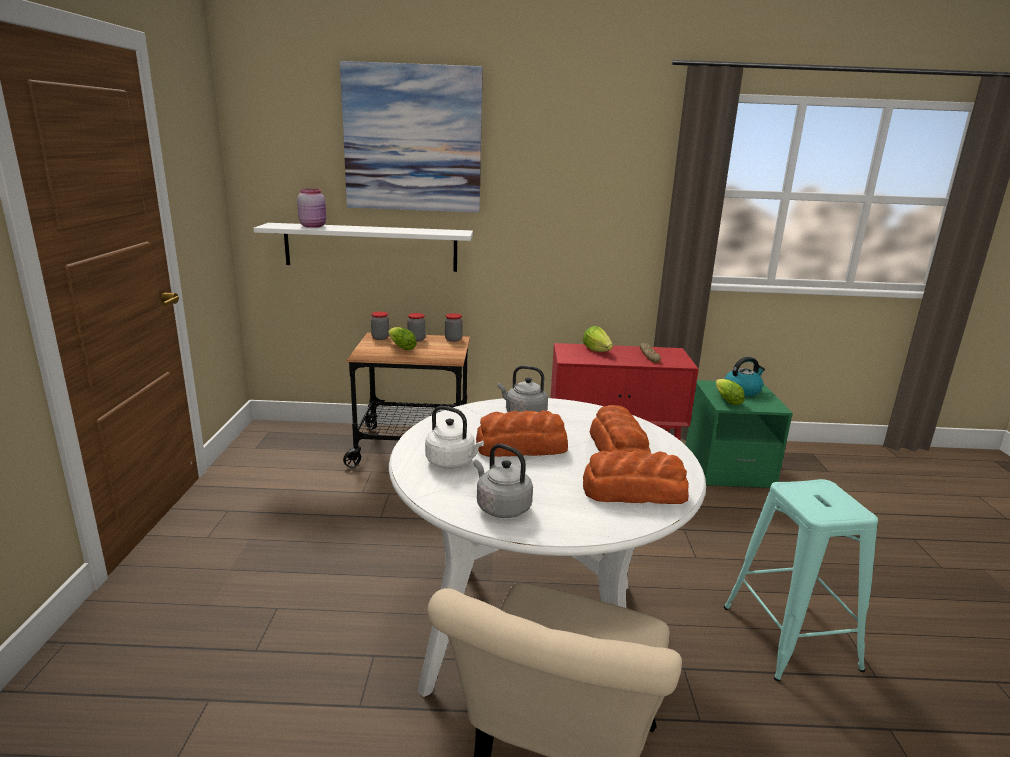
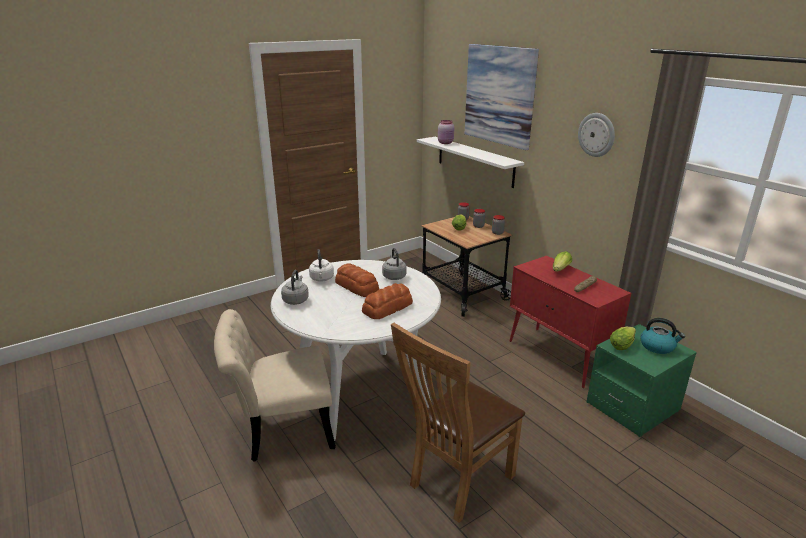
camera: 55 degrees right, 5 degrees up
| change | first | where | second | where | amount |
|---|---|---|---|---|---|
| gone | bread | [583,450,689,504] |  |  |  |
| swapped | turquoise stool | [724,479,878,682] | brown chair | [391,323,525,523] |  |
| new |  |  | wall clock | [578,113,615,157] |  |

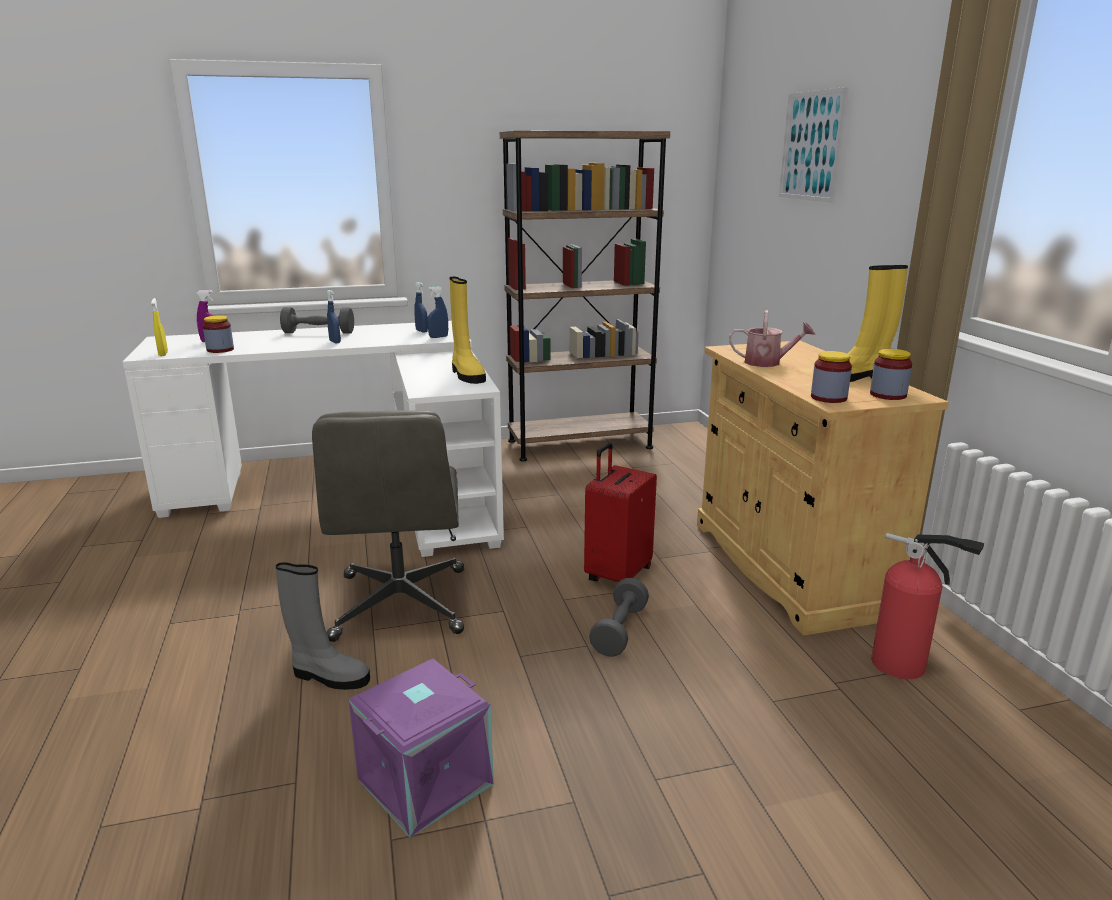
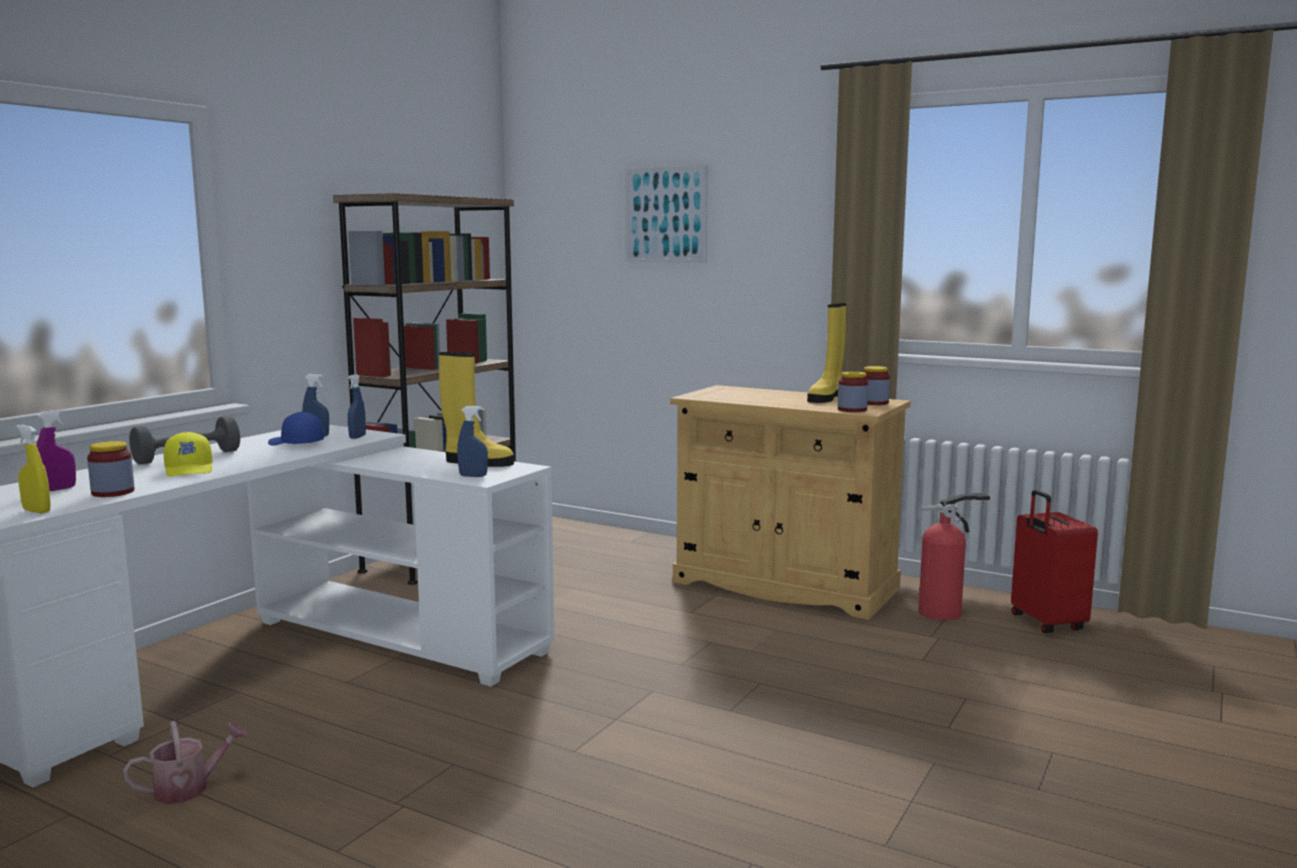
camera: 45 degrees left, 10 degrees down
| change | first | where | second | where | amount |
|---|---|---|---|---|---|
| shifted | blue spray bottle | [327,290,341,343] |  | [457,406,488,477] |  |
| shifted | watering can | [729,310,815,367] |  | [123,721,248,804] |  |
| gone | grey office chair | [312,410,464,642] |  |  |  |
| shifted | red suitcase | [584,443,657,582] |  | [1011,490,1098,633] |  |
| gone | grey boot | [276,562,370,690] |  |  |  |
| gone | grey dumbbell | [589,578,649,656] |  |  |  |
| gone | purple storage box | [349,658,494,838] |  |  |  |
| new |  |  | blue cap | [268,412,324,446] |  |
| new |  |  | yellow cap | [163,432,212,477] |  |

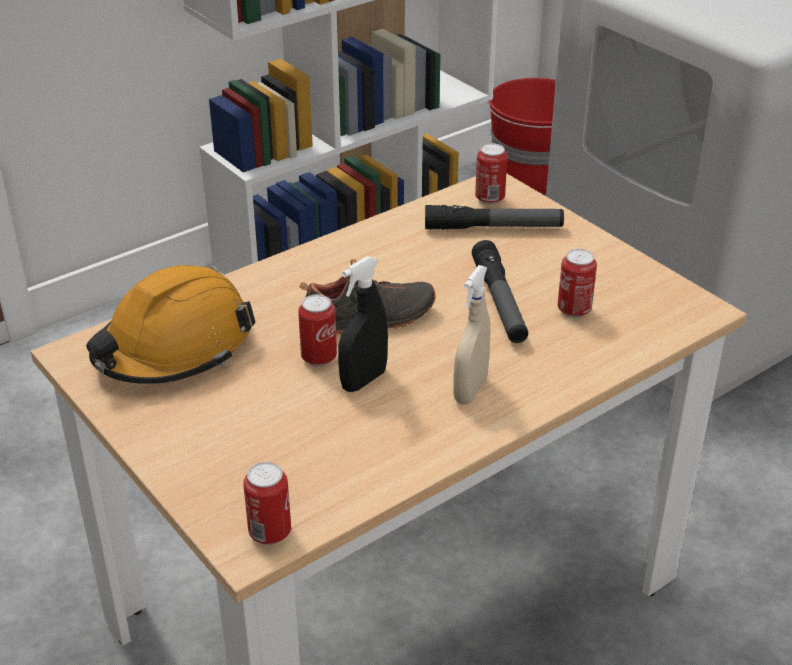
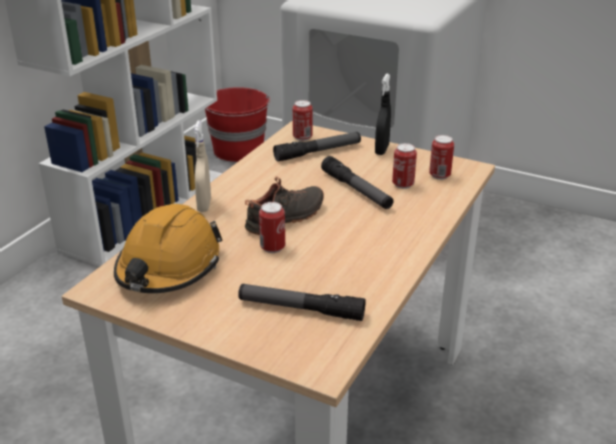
camera: 25 degrees left, 5 degrees down
| change | first | where | second | where | amount |
|---|---|---|---|---|---|
| shifted | black spray bottle | [338,256,388,392] |  | [375,74,391,155] |  |
| shifted | beige spray bottle | [453,265,491,404] |  | [194,121,211,212] |  |
| shifted | can | [243,462,291,545] |  | [429,135,454,180] |  |
| new |  |  | flashlight | [238,284,366,321] |  |

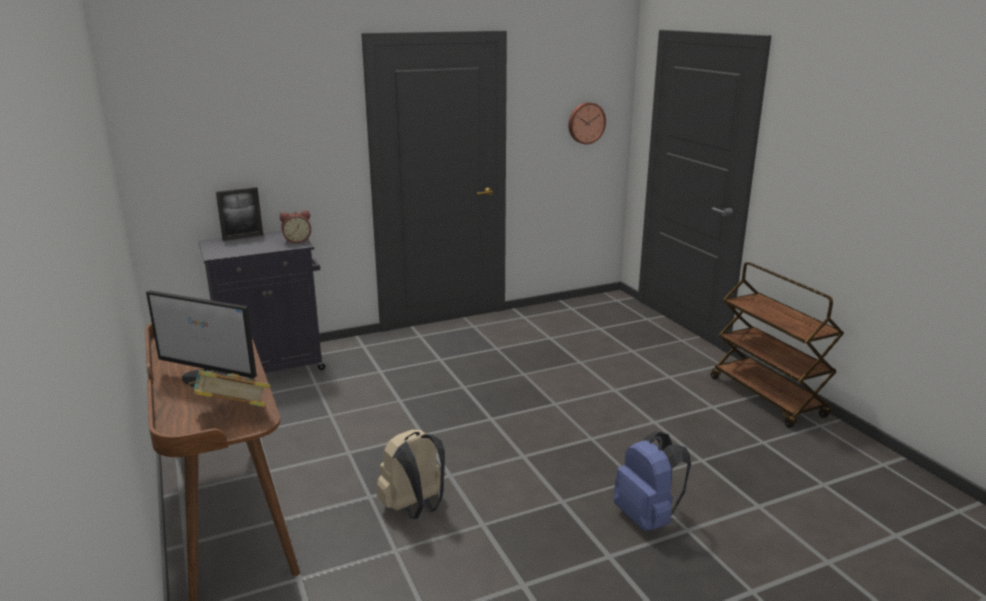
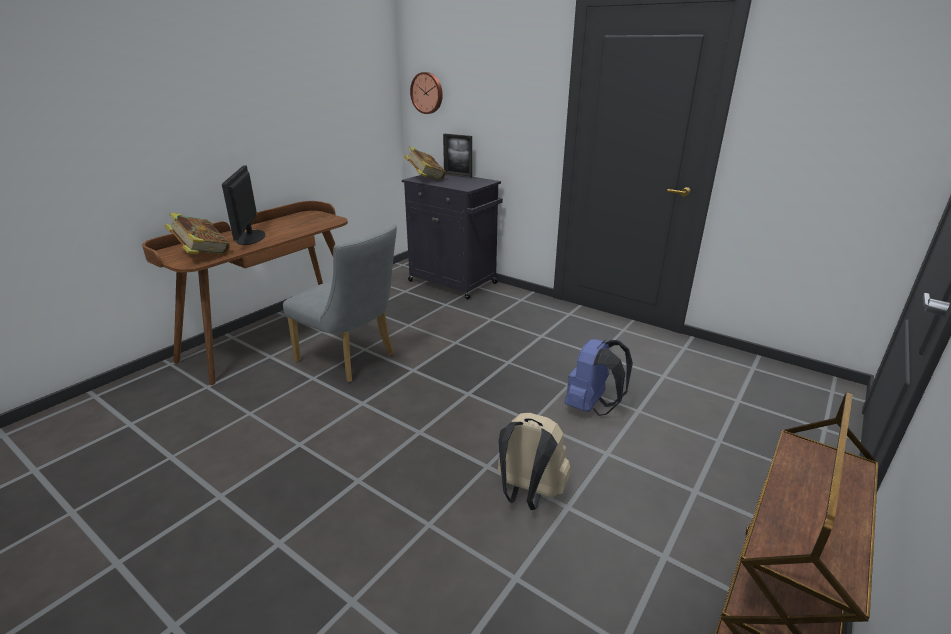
camera: 60 degrees right, 5 degrees up
| change | first | where | second | where | amount |
|---|---|---|---|---|---|
| shifted | wall clock | [568,102,606,144] |  | [410,72,443,114] |  |
| gone | alarm clock | [280,211,311,243] |  |  |  |
| shifted | beige backpack | [377,429,445,519] |  | [498,413,570,510] |  |
| shifted | blue backpack | [614,431,691,531] |  | [565,339,633,416] |  |
| new |  |  | book | [404,146,446,180] |  |
| new |  |  | grey chair | [283,223,397,382] |  |

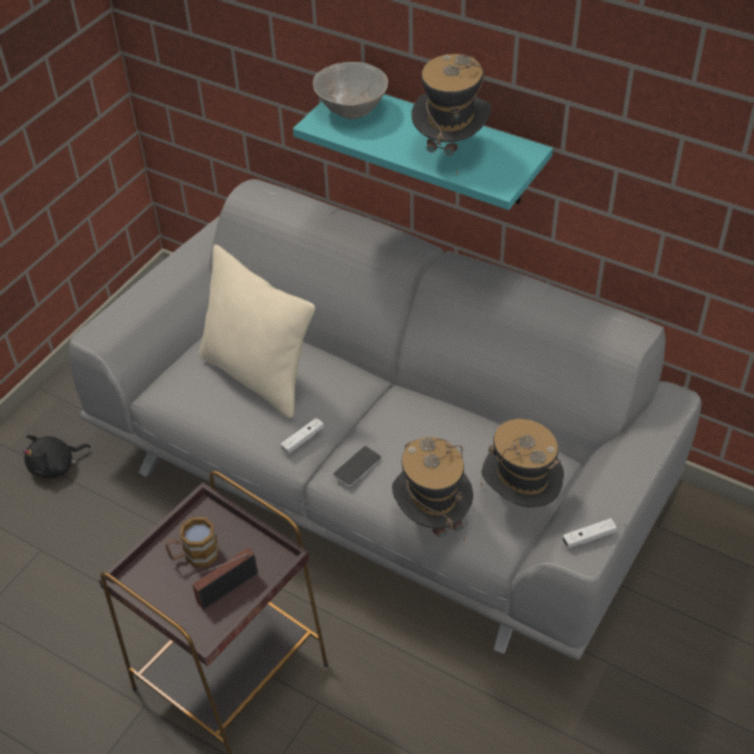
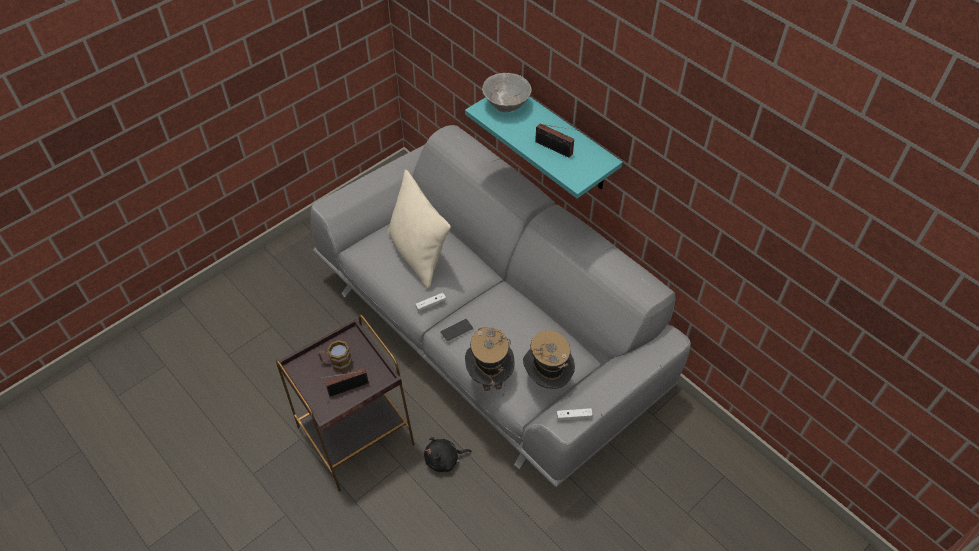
camera: 15 degrees right, 5 degrees up
| change | first | where | second | where | amount |
|---|---|---|---|---|---|
| swapped | hat | [411,54,491,177] | radio | [535,123,579,158] |  |
| shifted | black plush toy | [22,435,91,478] |  | [424,437,471,472] |  |

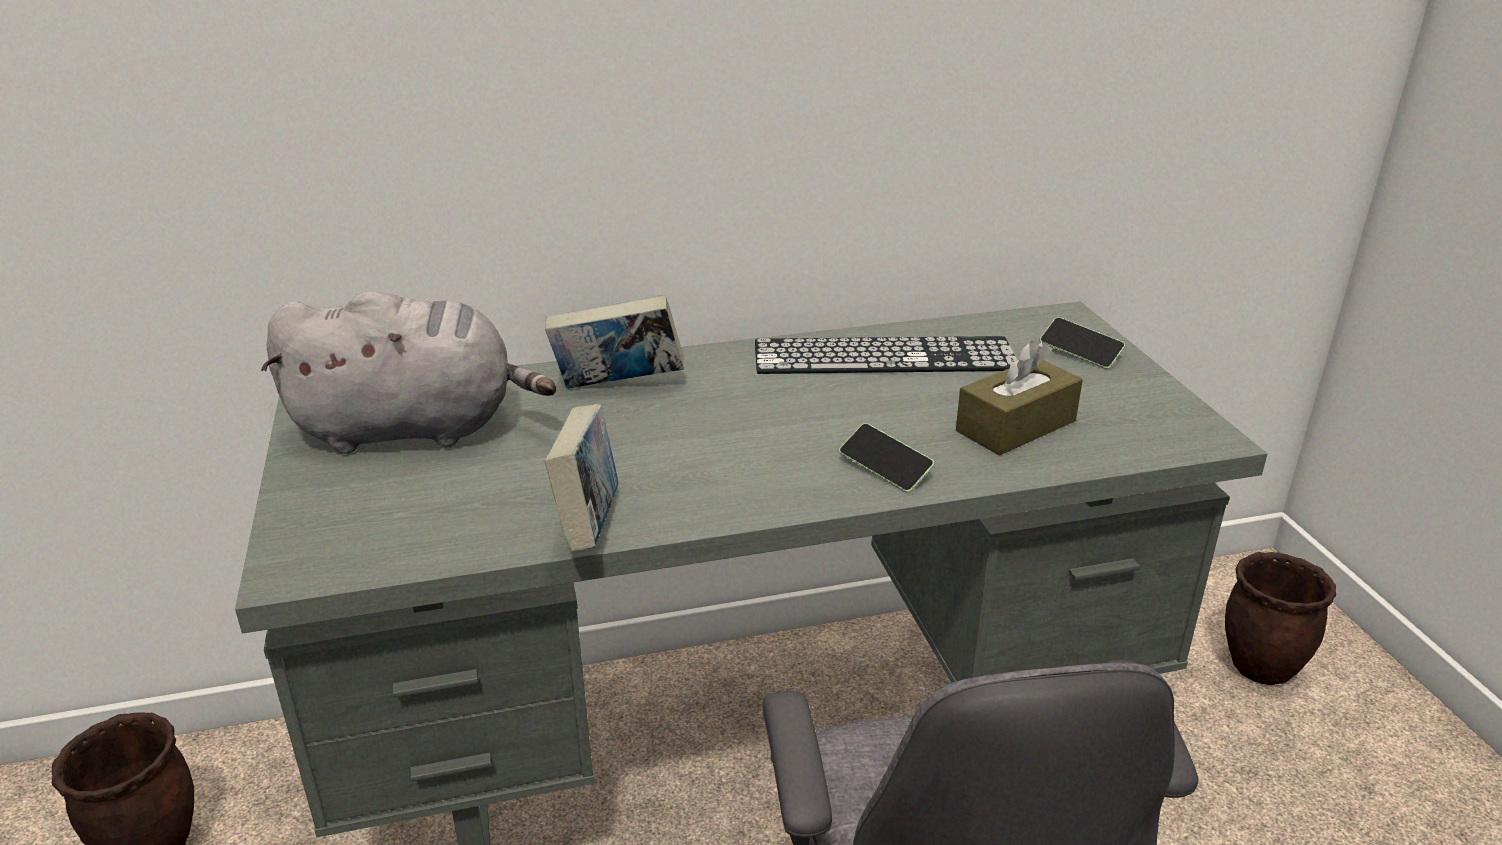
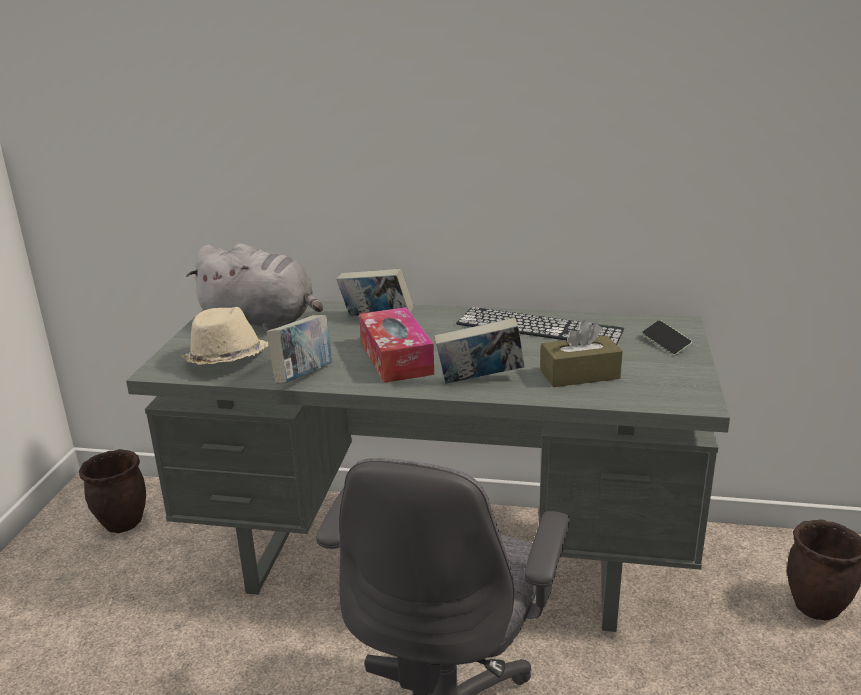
camera: 25 degrees right, 5 degrees down
| change | first | where | second | where | amount |
|---|---|---|---|---|---|
| swapped | phone | [839,423,934,493] | book | [434,317,525,384] |  |
| new |  |  | beige hat | [181,307,269,365] |  |
| new |  |  | tissue box | [359,307,434,383] |  |

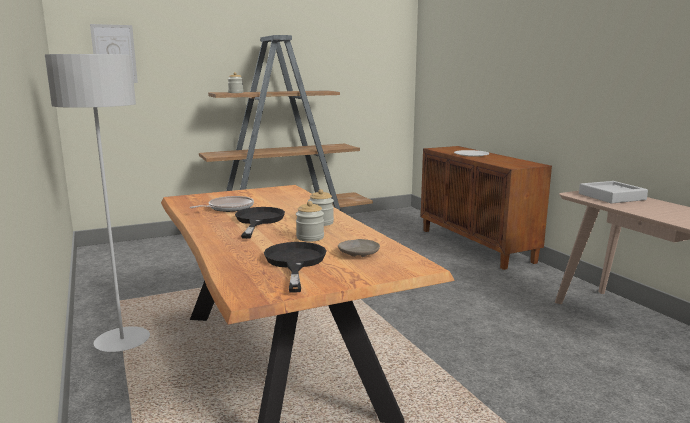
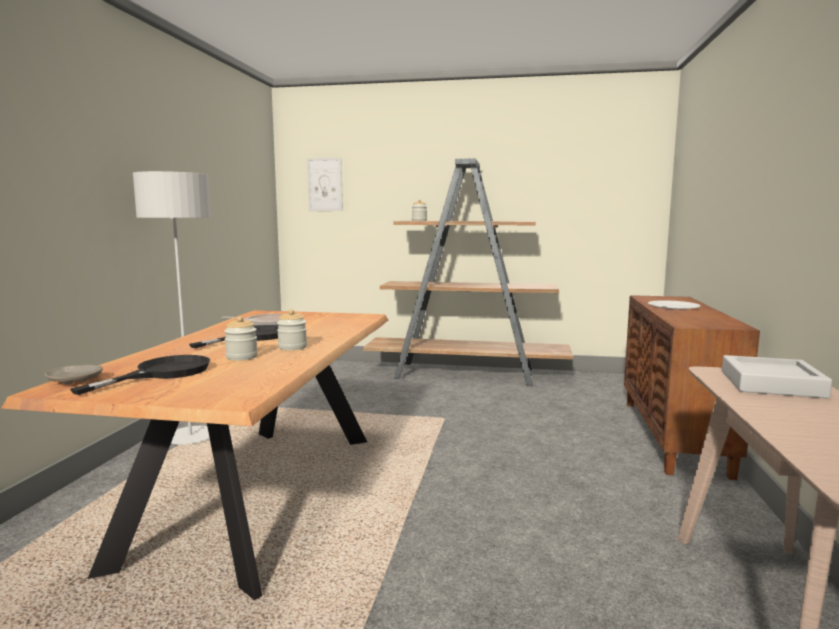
camera: 35 degrees right, 5 degrees down
| change | first | where | second | where | amount |
|---|---|---|---|---|---|
| shifted | beige plate | [338,239,380,257] |  | [45,365,103,384] |  |

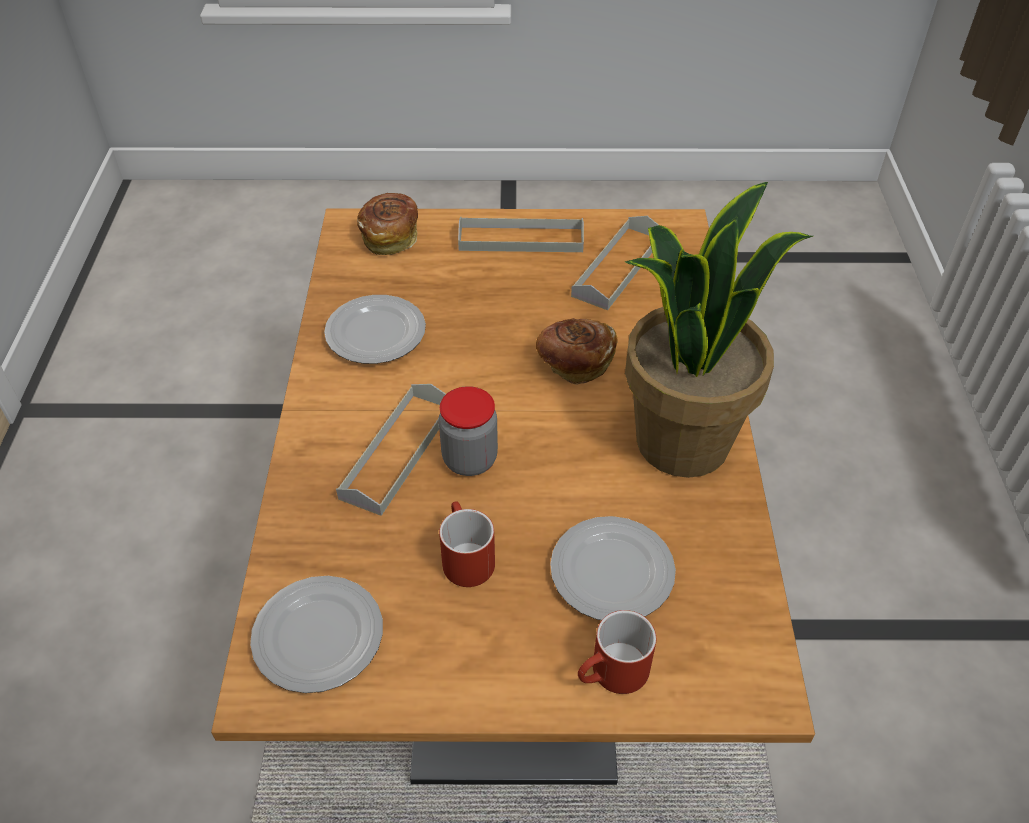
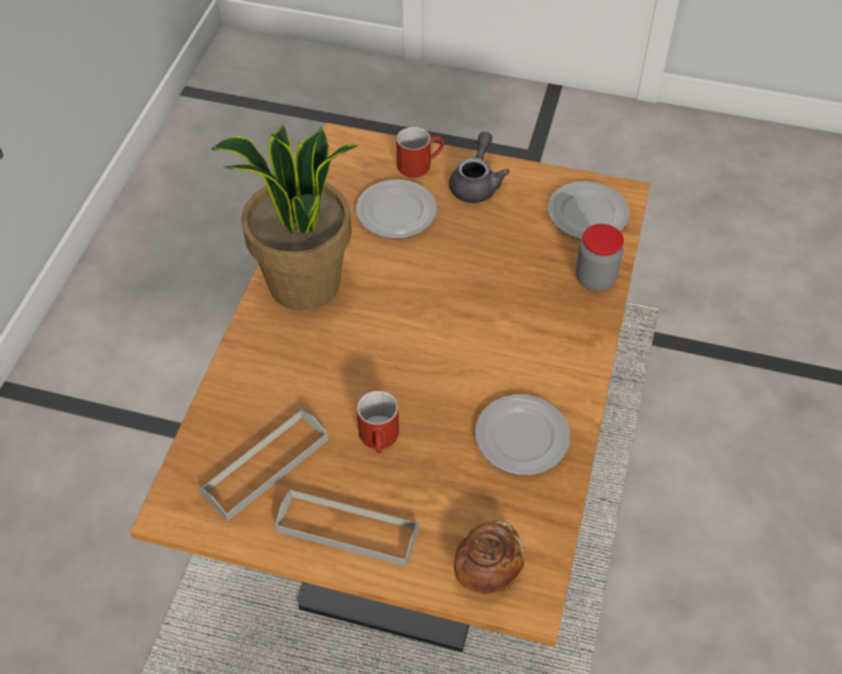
camera: 165 degrees left, 5 degrees up
| change | first | where | second | where | amount |
|---|---|---|---|---|---|
| gone | bread | [536,318,618,385] |  |  |  |
| gone | grey tray | [336,384,446,516] |  |  |  |
| shifted | jar | [439,386,498,476] |  | [576,224,624,291] |  |
| shifted | red mug | [439,502,495,587] |  | [357,390,399,453] |  |
| new |  |  | grey teapot | [449,132,510,203] |  |

